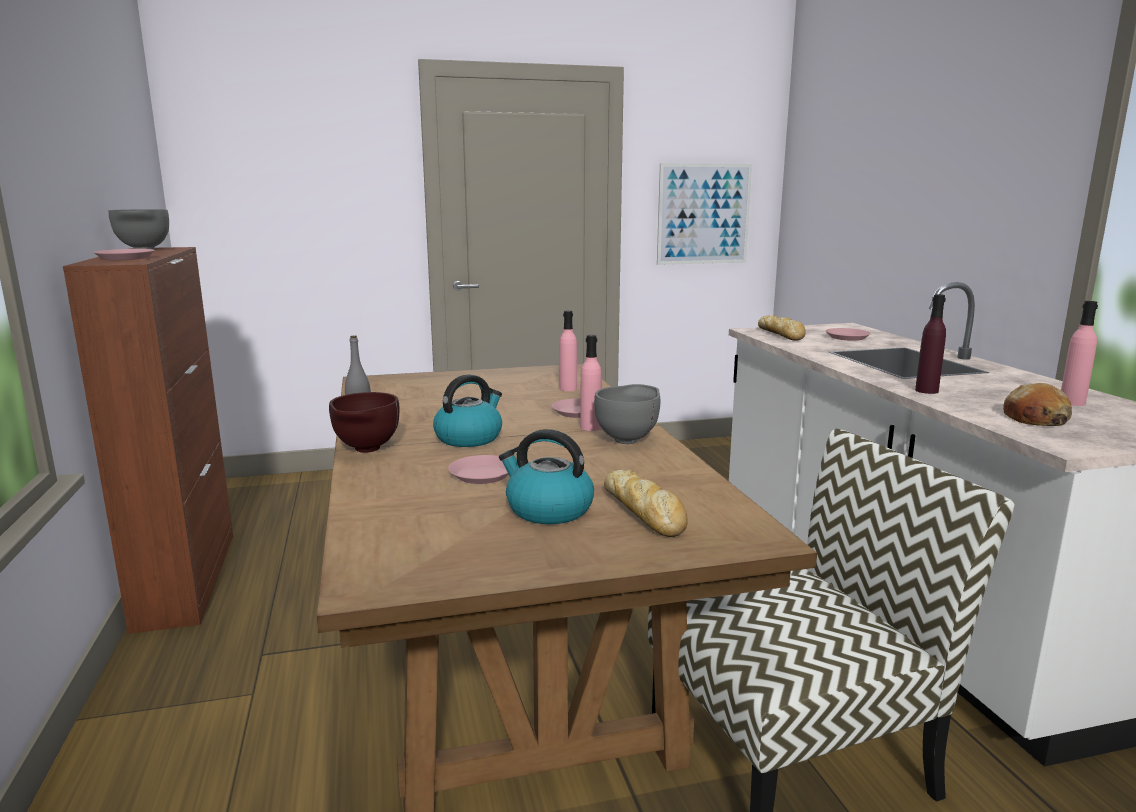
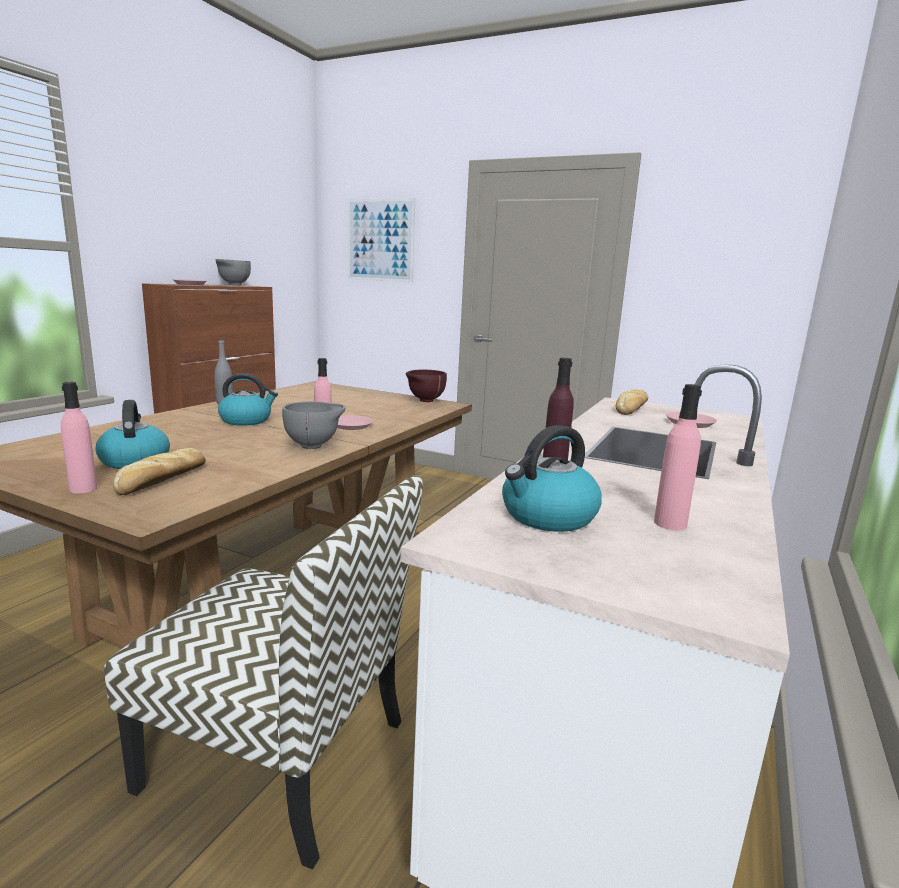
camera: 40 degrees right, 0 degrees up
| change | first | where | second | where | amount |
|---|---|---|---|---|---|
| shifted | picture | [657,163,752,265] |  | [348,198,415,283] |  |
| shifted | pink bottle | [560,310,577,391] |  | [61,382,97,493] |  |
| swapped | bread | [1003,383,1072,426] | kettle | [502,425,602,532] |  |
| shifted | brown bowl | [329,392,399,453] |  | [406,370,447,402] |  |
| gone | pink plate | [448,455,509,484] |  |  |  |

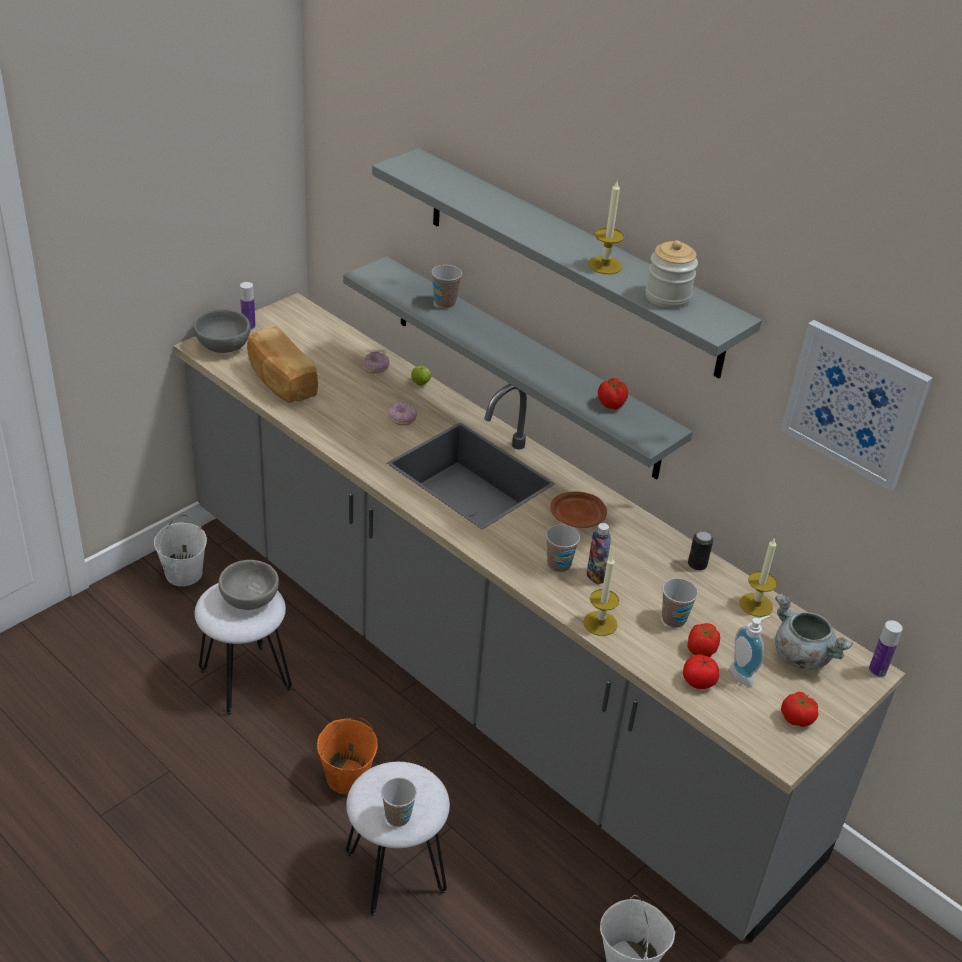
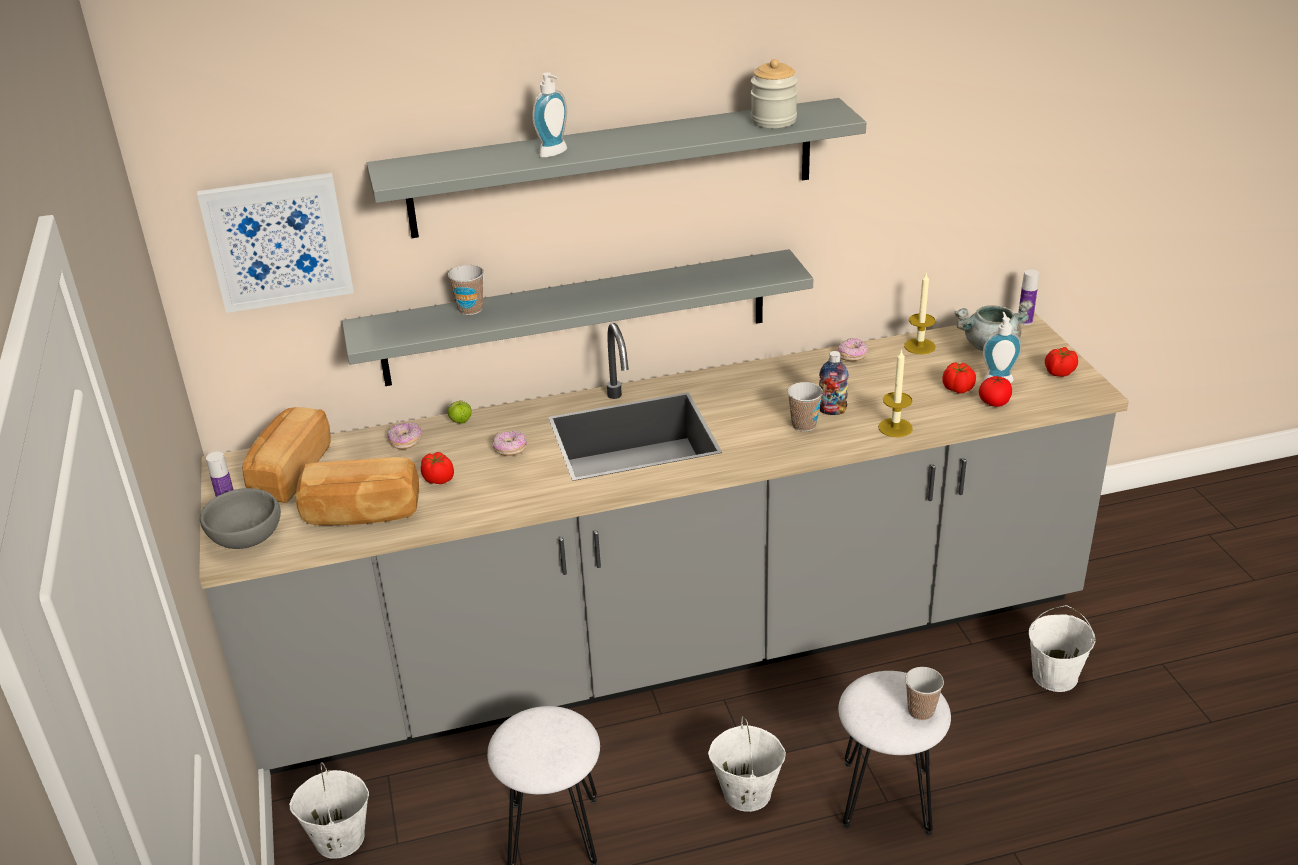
camera: 55 degrees left, 5 degrees down
| change | first | where | second | where | amount |
|---|---|---|---|---|---|
| gone | candle | [588,181,624,274] |  |  |  |
| shifted | picture | [781,320,933,491] |  | [197,173,354,313] |  |
| shifted | tomato | [598,378,628,410] |  | [421,452,454,484] |  |
| gone | brown plate | [550,492,607,528] |  |  |  |
| swapped | can | [688,531,713,570] | donut | [838,338,868,361] |  |
| gone | grey bowl | [218,560,279,610] |  |  |  |
| gone | cup | [662,578,698,628] |  |  |  |
| repainted | orange bucket | [317,717,378,794] | white bucket | [708,716,786,812] |  |
| new |  |  | soap dispenser | [533,72,567,158] |  |
| new |  |  | bread | [242,407,331,503] |  |

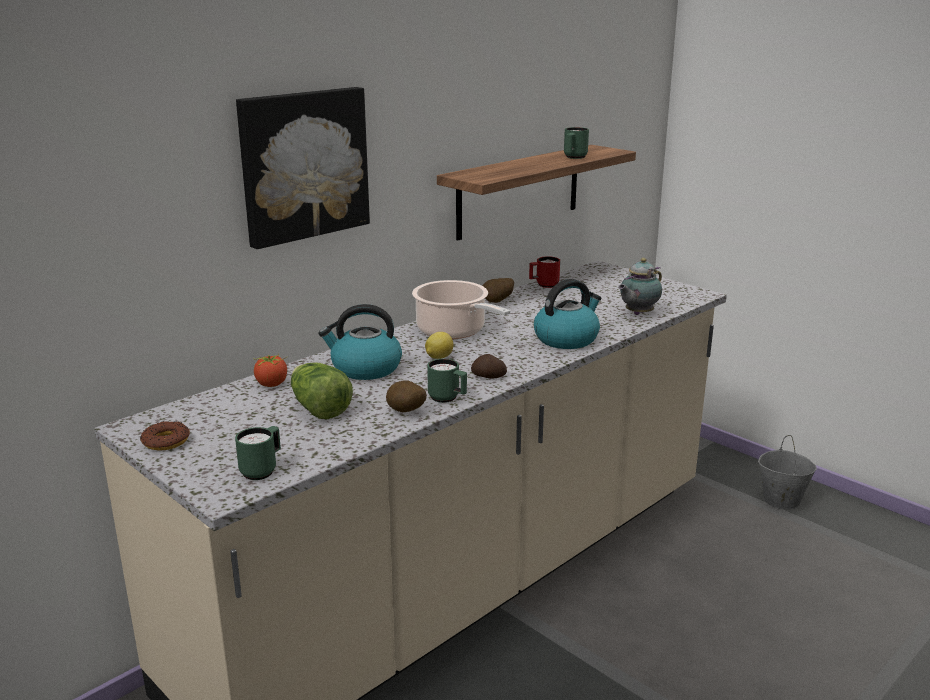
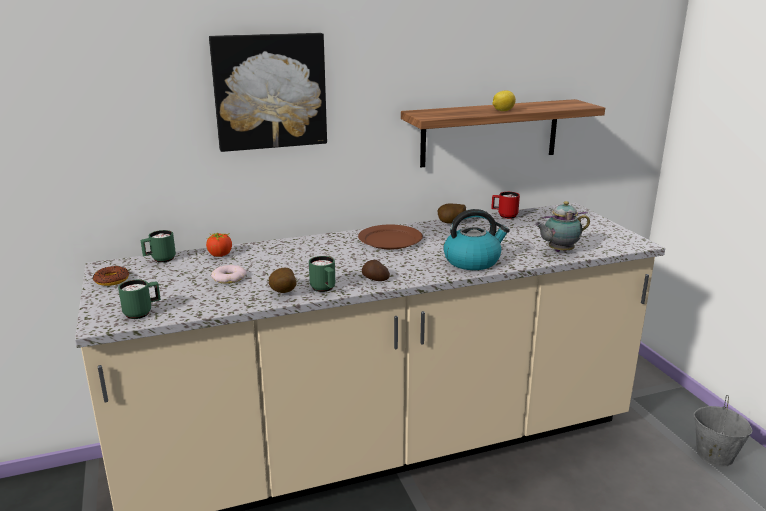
camera: 25 degrees right, 0 degrees up
| change | first | where | second | where | amount |
|---|---|---|---|---|---|
| shifted | green mug | [564,127,589,159] |  | [141,230,176,263] |  |
| swapped | cooking pot | [412,280,510,339] | brown plate | [358,225,423,249] |  |
| gone | kettle | [319,304,402,380] |  |  |  |
| shifted | lemon | [425,332,453,359] |  | [492,91,516,111] |  |
| swapped | lettuce | [291,363,353,419] | donut | [211,265,247,284] |  |

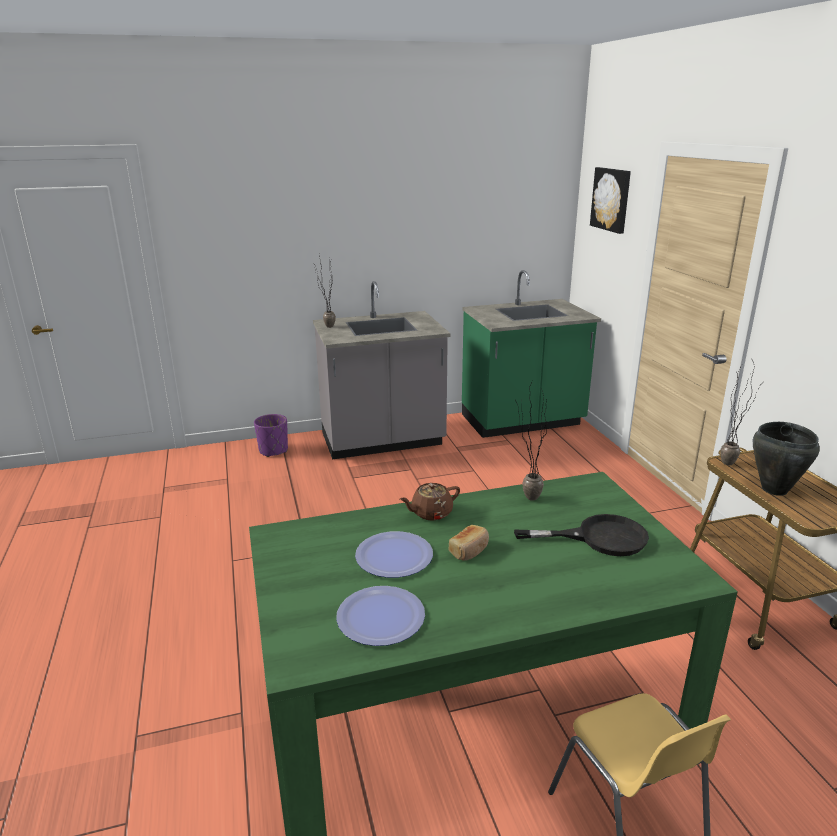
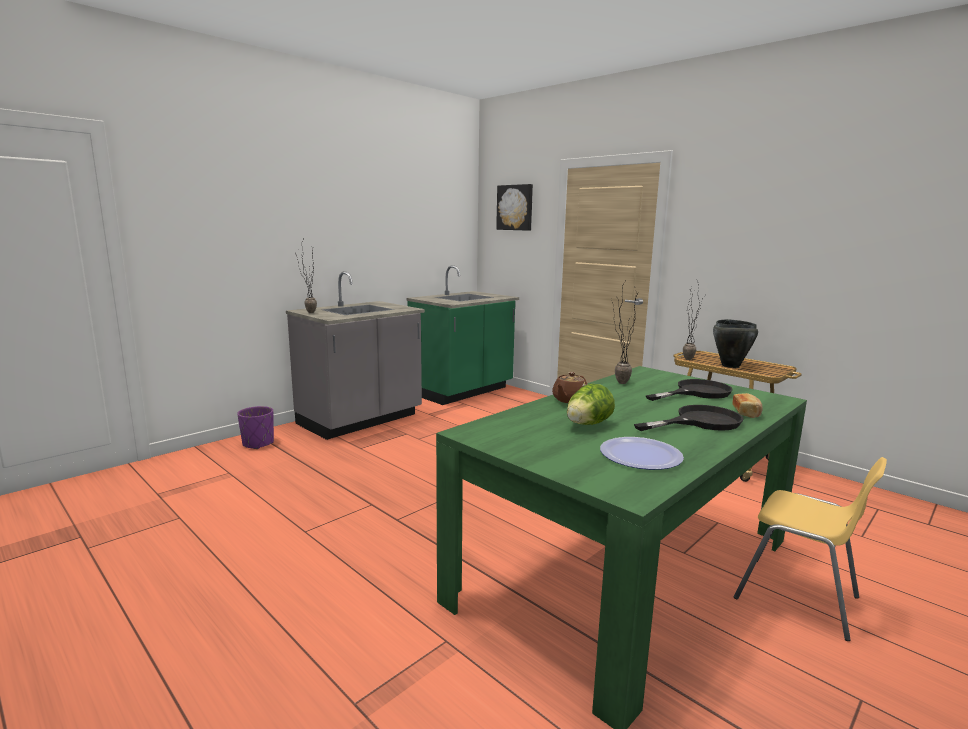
camera: 30 degrees left, 10 degrees down
| change | first | where | second | where | amount |
|---|---|---|---|---|---|
| shifted | bread | [449,525,489,561] |  | [732,393,763,418] |  |
| swapped | plate | [355,531,433,578] | lettuce | [567,384,615,425] |  |
| new |  |  | black frying pan | [634,405,743,431] |  |

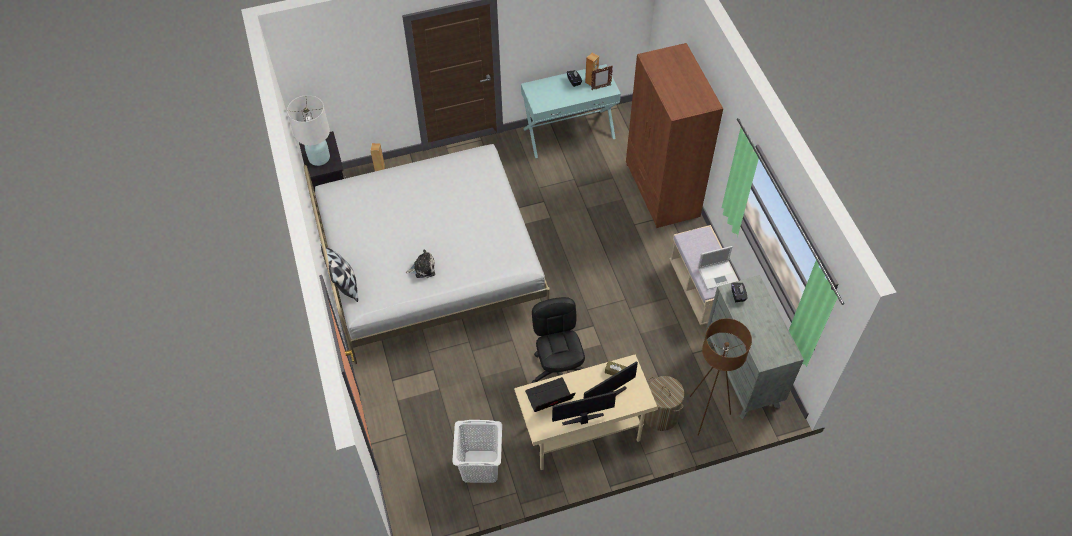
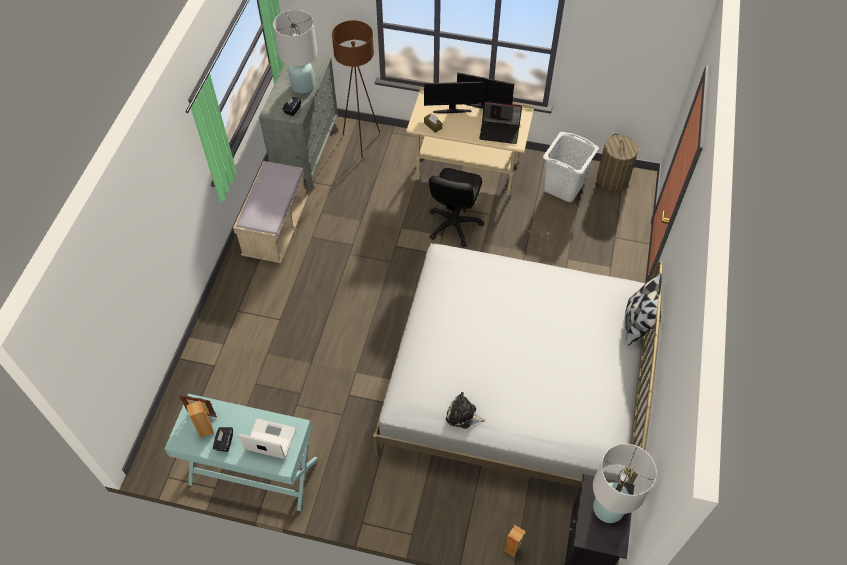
camera: 150 degrees left, 0 degrees up
| change | first | where | second | where | amount |
|---|---|---|---|---|---|
| gone | brown wardrobe | [626,43,723,228] |  |  |  |
| shifted | laptop | [698,246,738,290] |  | [238,418,296,459] |  |
| shifted | plush toy | [406,249,435,278] |  | [446,392,485,429] |  |
| shifted | laundry basket | [644,376,684,431] |  | [597,134,639,191] |  |
| new |  |  | white table lamp | [273,10,317,94] |  |

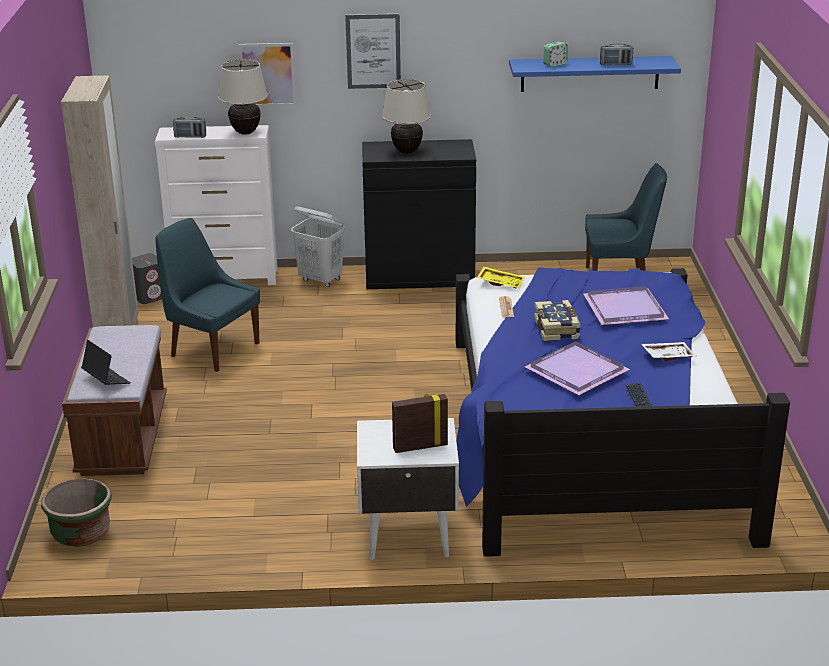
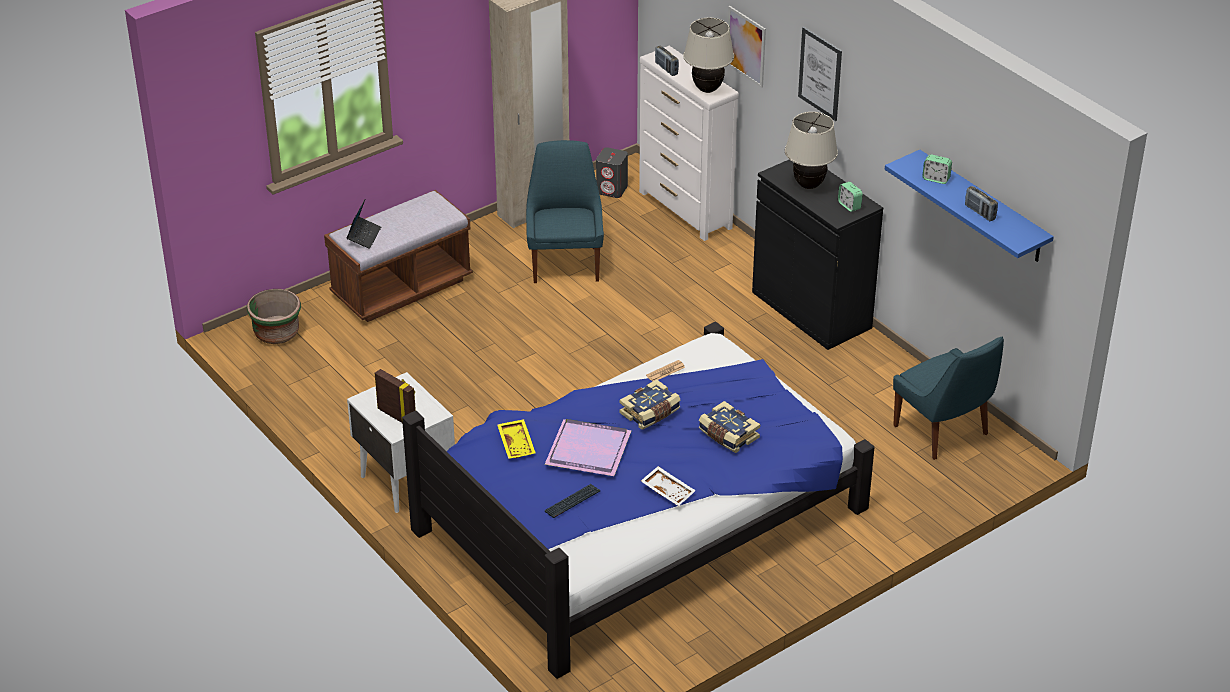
camera: 55 degrees right, 10 degrees up
| change | first | where | second | where | amount |
|---|---|---|---|---|---|
| gone | white laundry basket | [291,206,345,287] |  |  |  |
| shifted | yellow tray | [477,266,525,289] |  | [497,419,536,459] |  |
| swapped | purple tray | [583,286,669,325] | book | [699,401,760,453] |  |
| new |  |  | alarm clock | [838,182,863,212] |  |

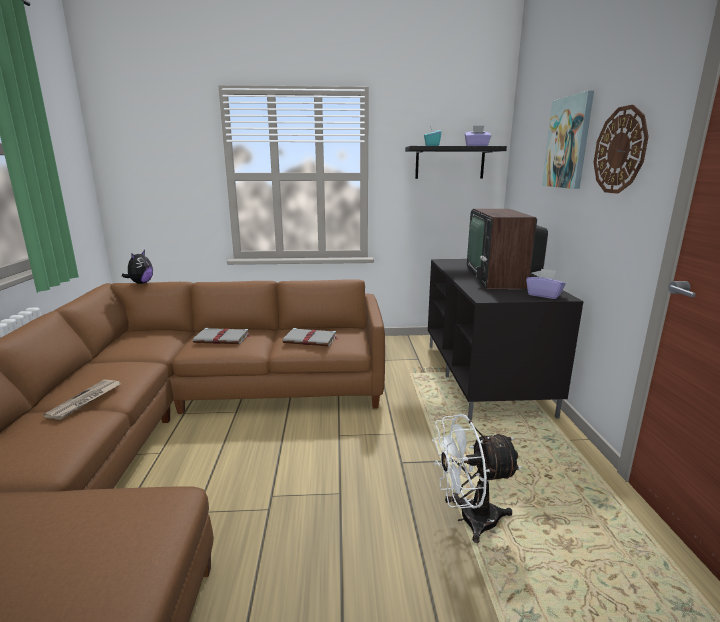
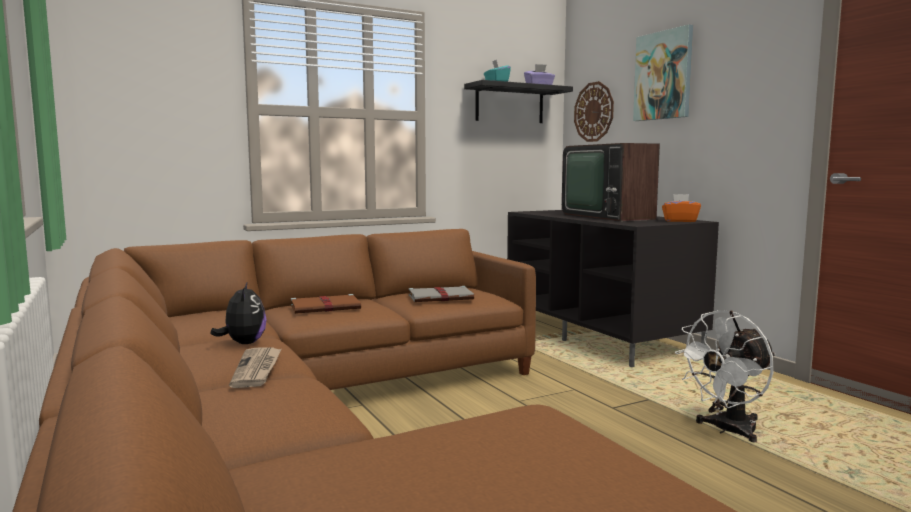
camera: 25 degrees left, 10 degrees down
| change | first | where | second | where | amount |
|---|---|---|---|---|---|
| shifted | wall clock | [594,105,649,194] |  | [574,81,614,142] |  |
| shifted | plush toy | [122,250,153,284] |  | [211,281,267,344] |  |
| repainted | purple tissue box | [526,269,566,299] | orange tissue box | [662,194,701,222] |  |
| repainted | grey book | [193,328,250,344] | brown book | [291,294,361,314] |  |

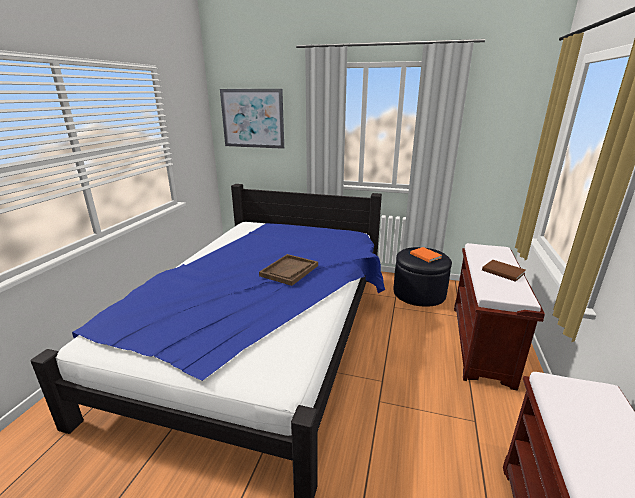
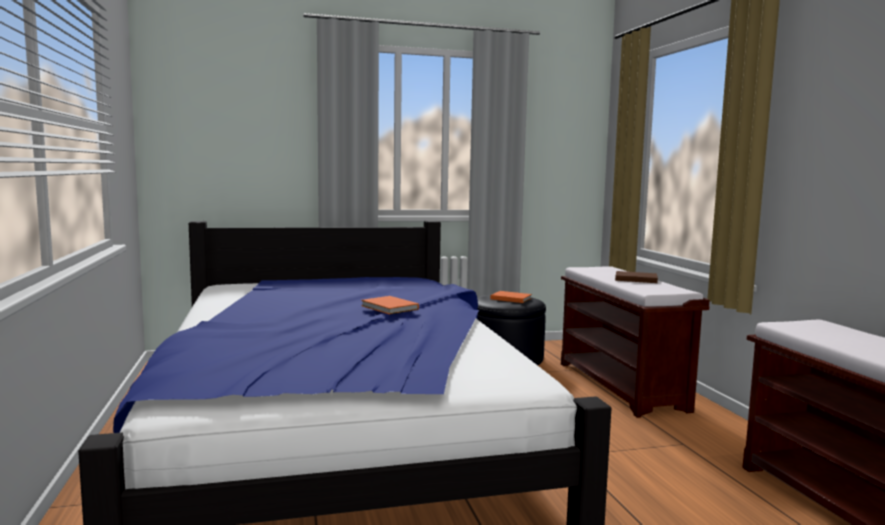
camera: 30 degrees left, 15 degrees down
| change | first | where | second | where | amount |
|---|---|---|---|---|---|
| gone | picture | [220,89,284,149] |  |  |  |
| swapped | brown tray | [259,254,318,286] | orange book | [361,296,419,315] |  |

